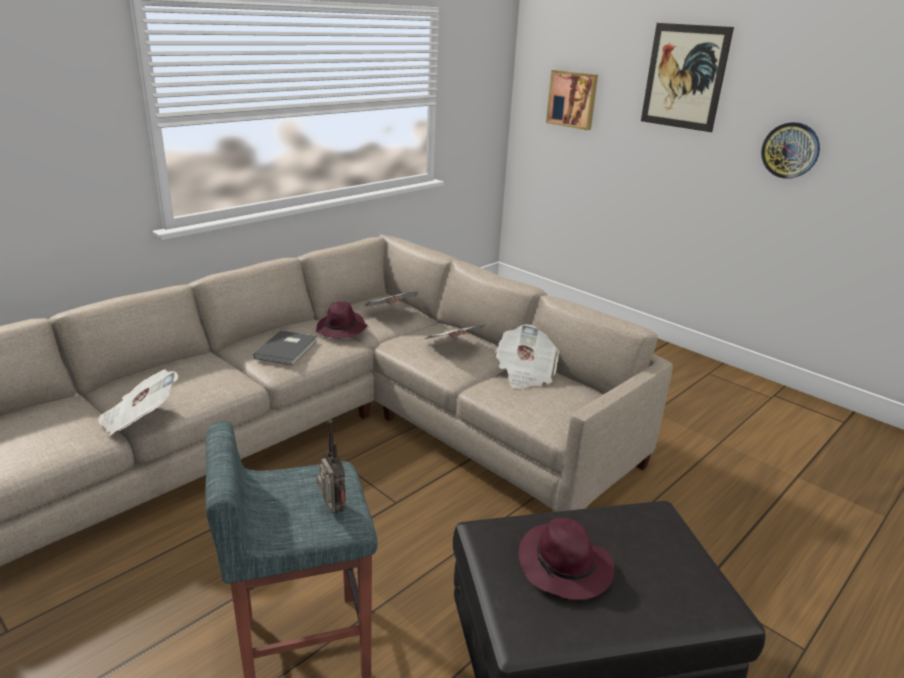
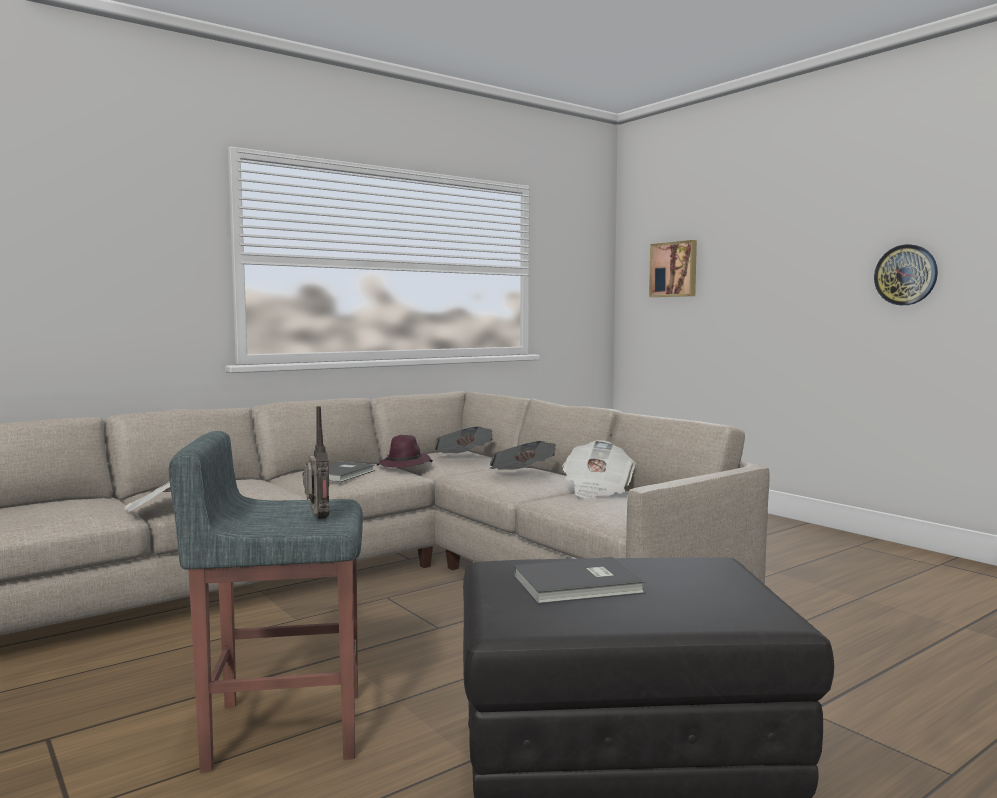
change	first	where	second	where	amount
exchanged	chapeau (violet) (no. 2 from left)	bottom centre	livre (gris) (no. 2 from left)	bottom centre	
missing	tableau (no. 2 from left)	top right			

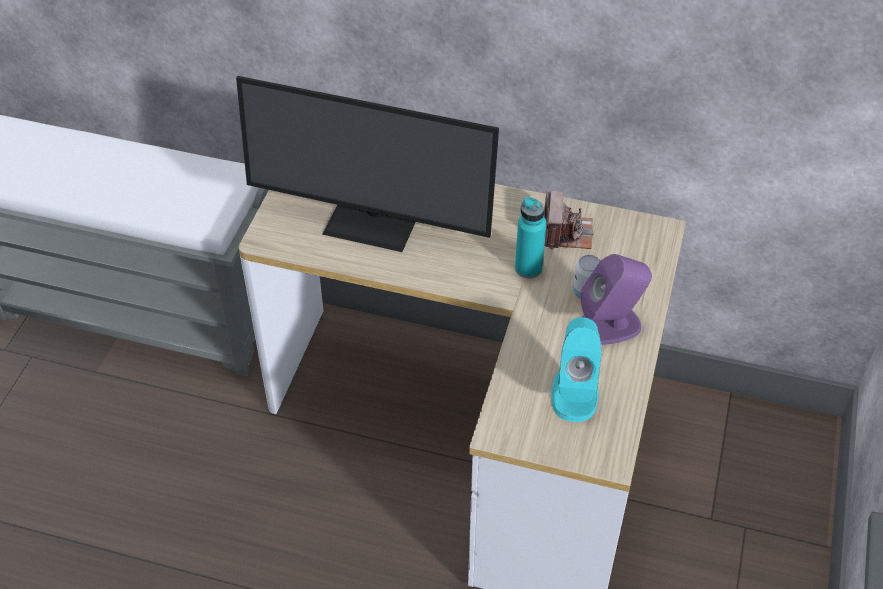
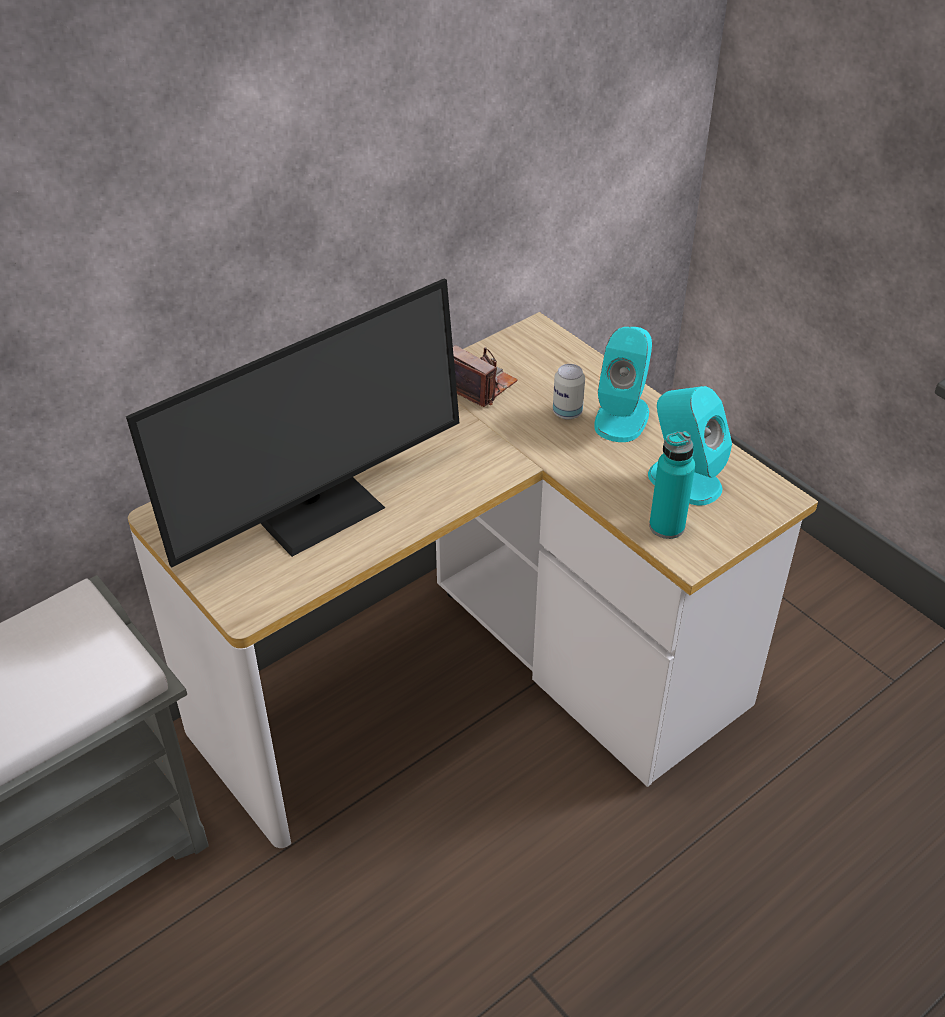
change	first	where	second	where	amount
colour	enceinte (violet)	middle right	enceinte (turquoise) (no. 1 from left)	centre	
relocated	bouteille (turquoise)	centre		middle right	

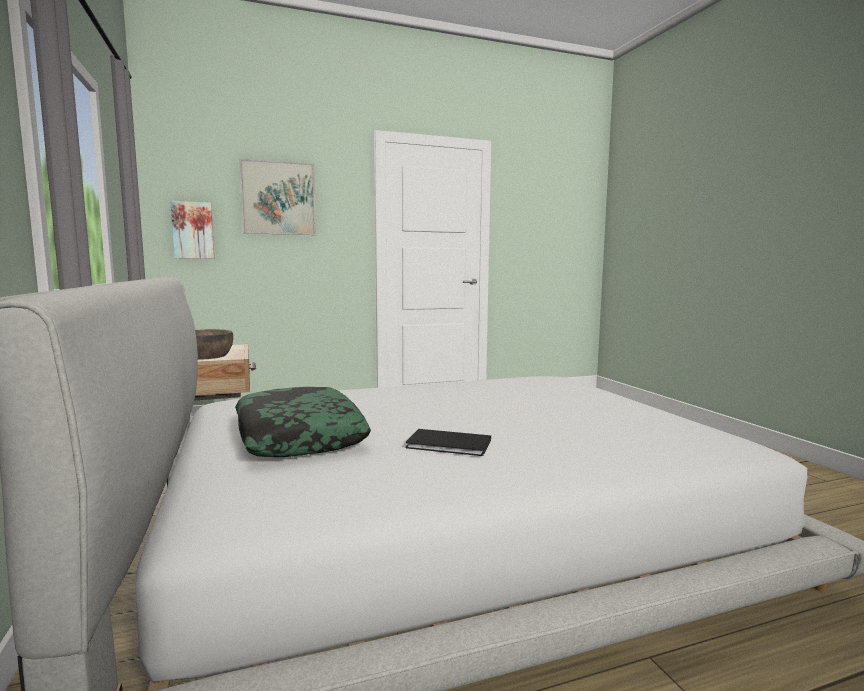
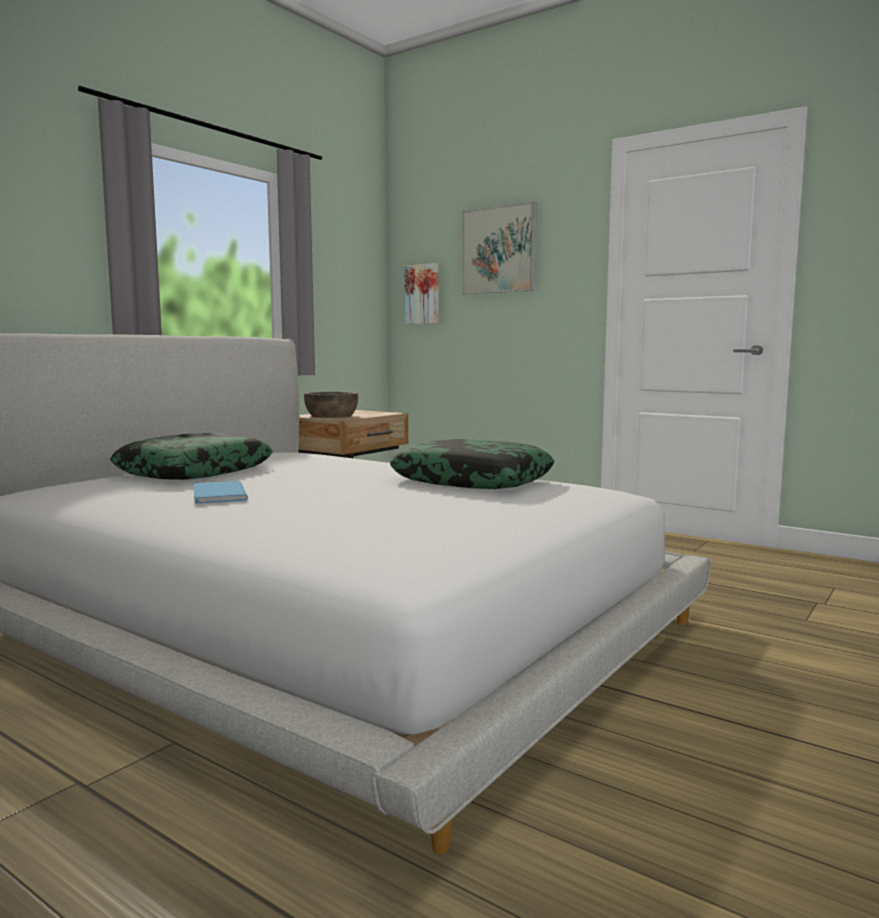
change	first	where	second	where	amount
colour	livre (noir)	centre	livre (bleu)	middle left	
appeared			coussin (no. 2 from left)	centre	

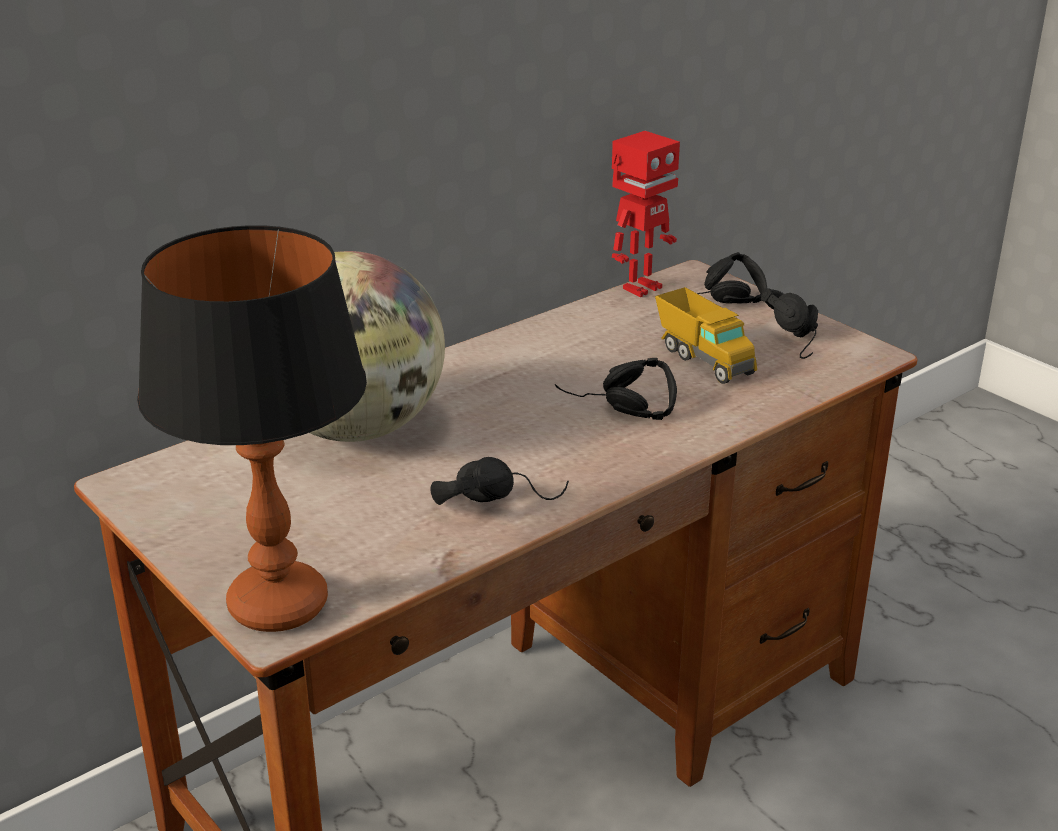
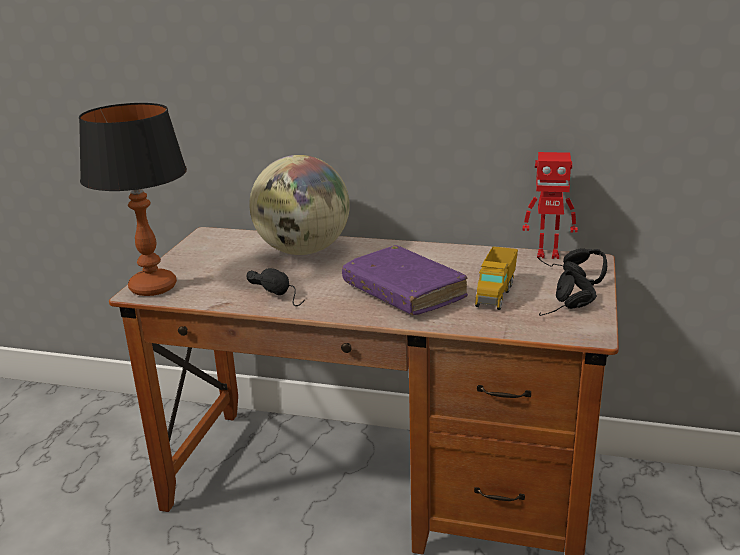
change	first	where	second	where	amount
exchanged	casque audio (noir) (no. 2 from left)	centre	livre (violet)	centre	

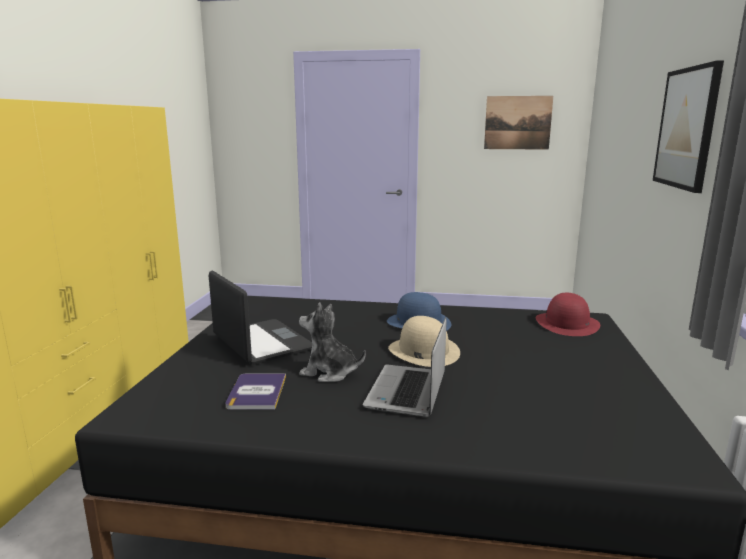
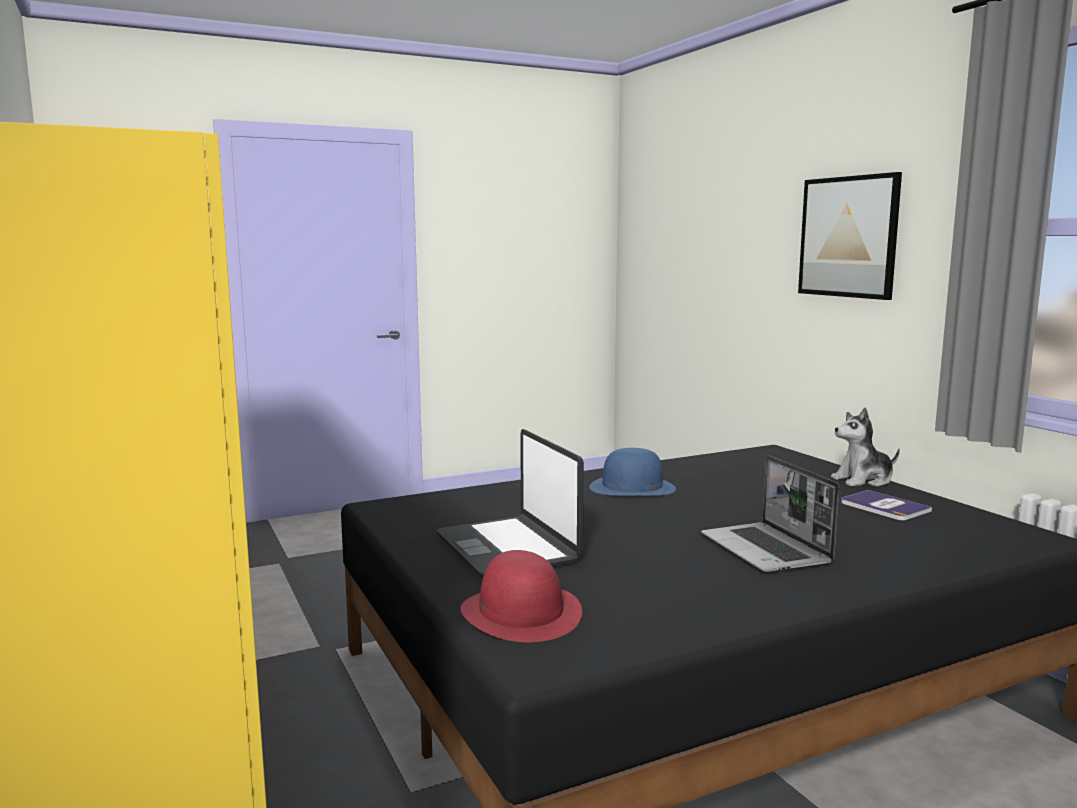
change	first	where	second	where	amount
spun	ordinateur portable (no. 1 from left)	centre		centre	135 degrees counterclockwise
relocated	chapeau (rouge)	middle right		bottom centre	
relocated	peluche	centre		middle right	
relocated	livre	bottom centre		middle right	
missing	chapeau (beige)	centre			
missing	tableau (no. 1 from left)	top right			

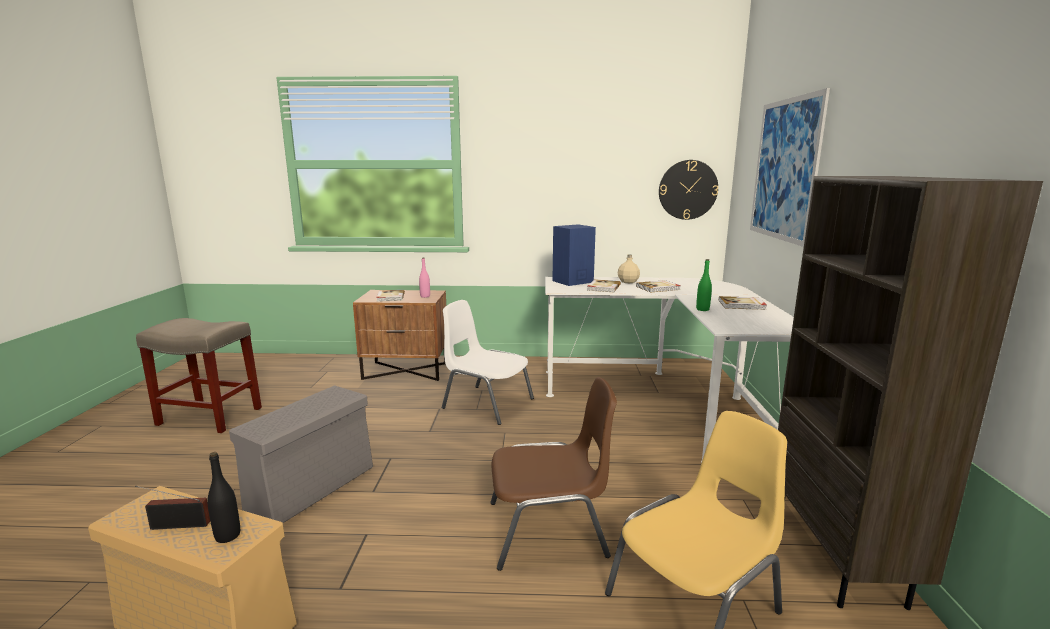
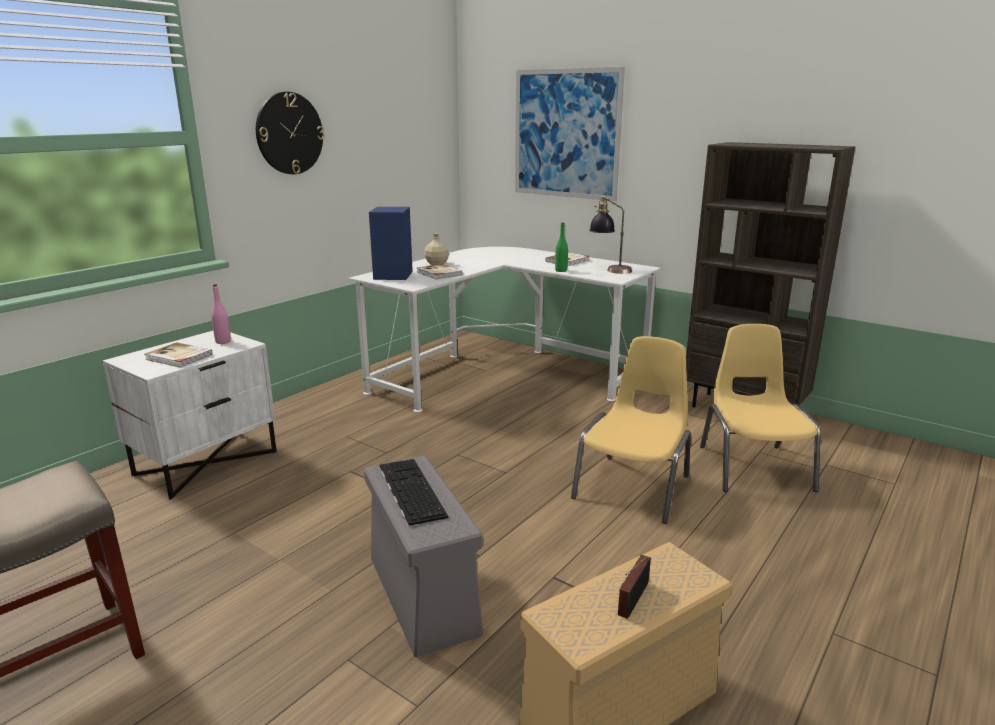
change	first	where	second	where	amount
colour	table de chevet (marron)	centre	table de chevet (blanc)	middle left	
relocated	horloge murale	top centre		top left	
appeared			clavier	bottom centre	
colour	chaise (marron)	bottom centre	chaise (jaune) (no. 1 from left)	centre	
appeared			lampe de table	top centre	
missing	bouteille (noir)	bottom left			
missing	chaise (blanc)	centre			
missing	livre (no. 3 from left)	centre			

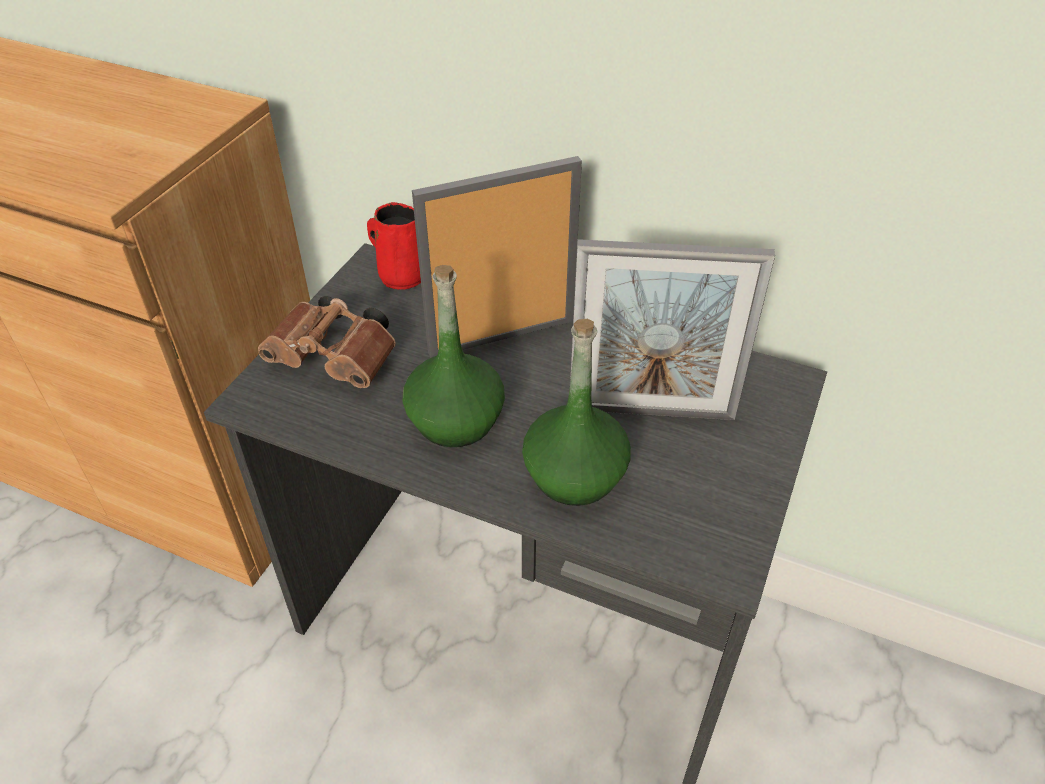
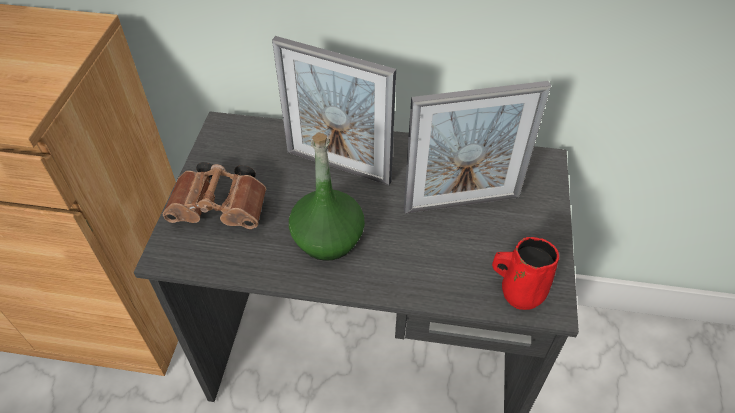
change	first	where	second	where	amount
spun	cadre photo (no. 1 from left)	top centre		top centre	120 degrees counterclockwise
relocated	mug (rouge)	top centre		middle right	
missing	bouteille (vert) (no. 2 from left)	centre			

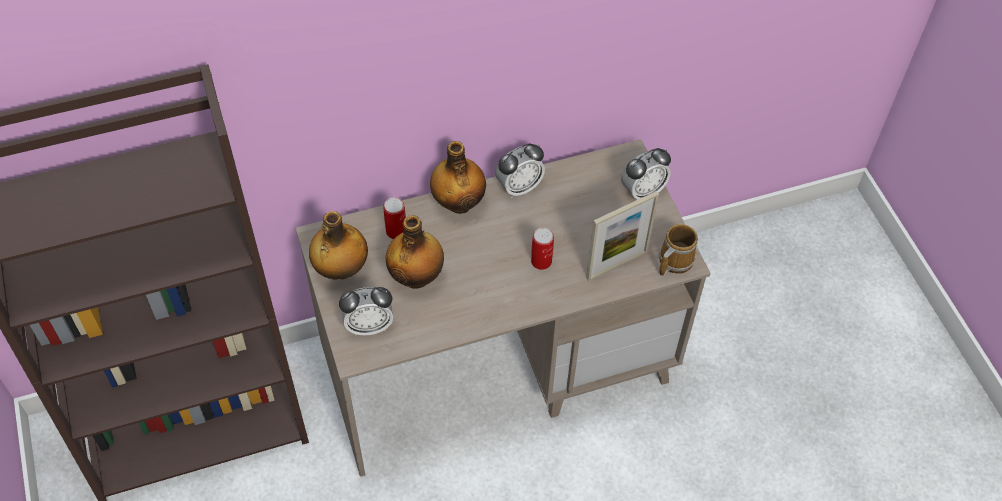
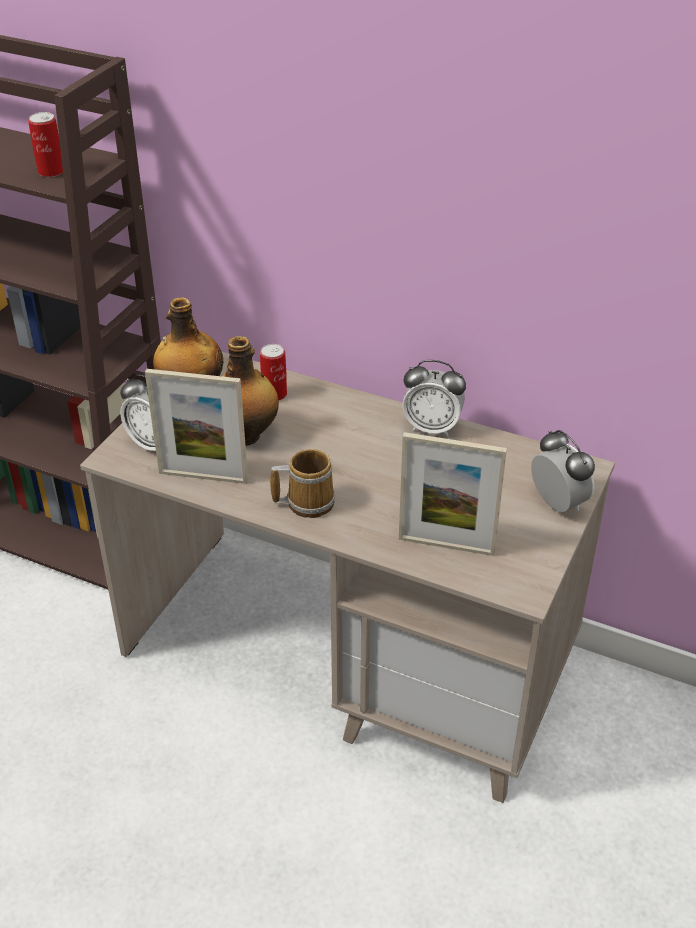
change	first	where	second	where	amount
relocated	boîte métallique (no. 2 from left in the first image)	centre	boîte métallique (no. 1 from left)	top left	
appeared			cadre photo (no. 1 from left)	middle left	
relocated	mug	middle right		centre	
spun	réveil (no. 3 from left)	centre		middle right	135 degrees counterclockwise
missing	bouteille (no. 3 from left)	centre			

